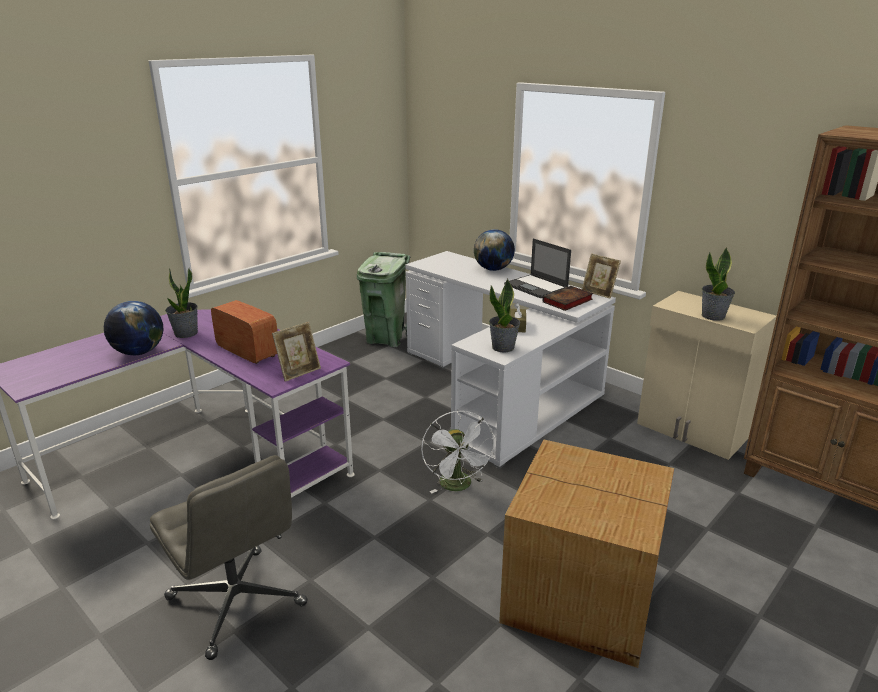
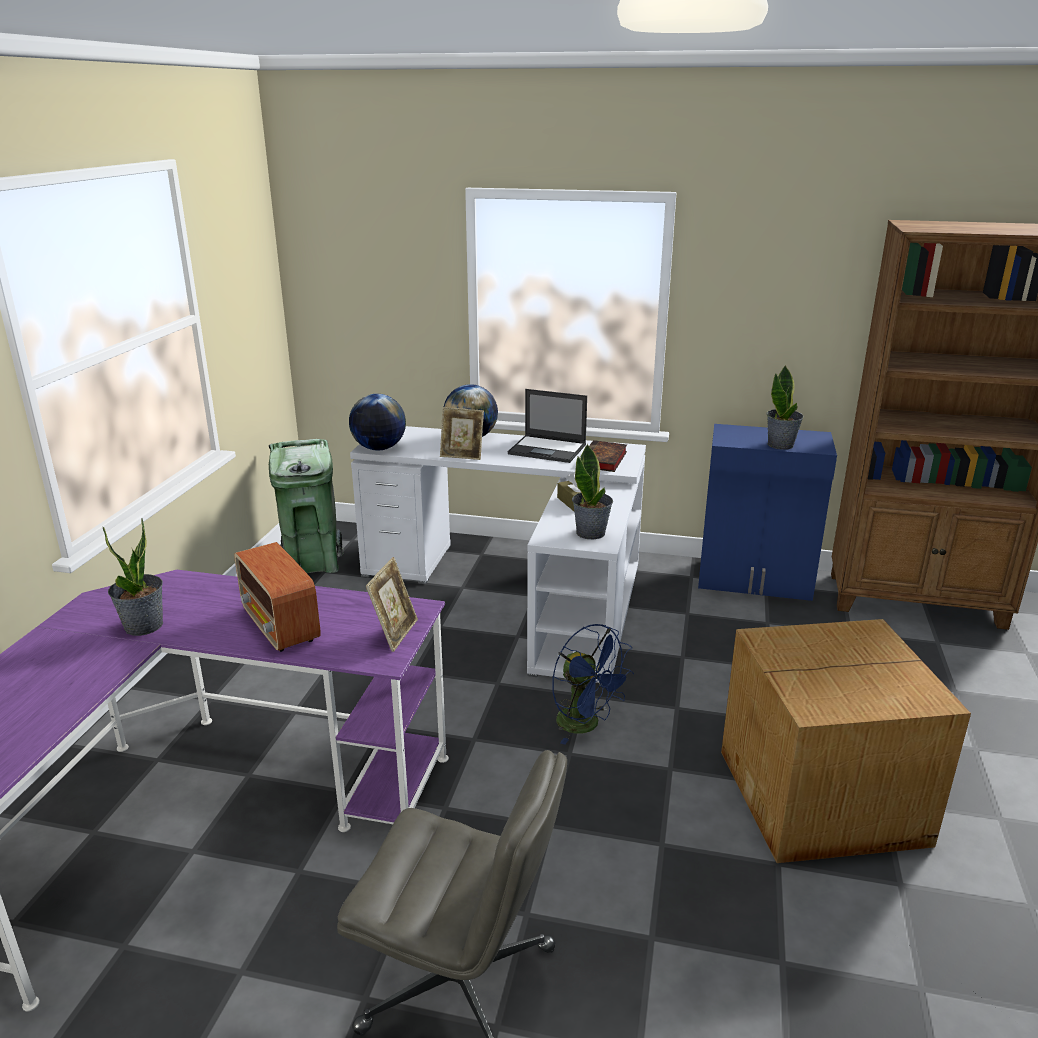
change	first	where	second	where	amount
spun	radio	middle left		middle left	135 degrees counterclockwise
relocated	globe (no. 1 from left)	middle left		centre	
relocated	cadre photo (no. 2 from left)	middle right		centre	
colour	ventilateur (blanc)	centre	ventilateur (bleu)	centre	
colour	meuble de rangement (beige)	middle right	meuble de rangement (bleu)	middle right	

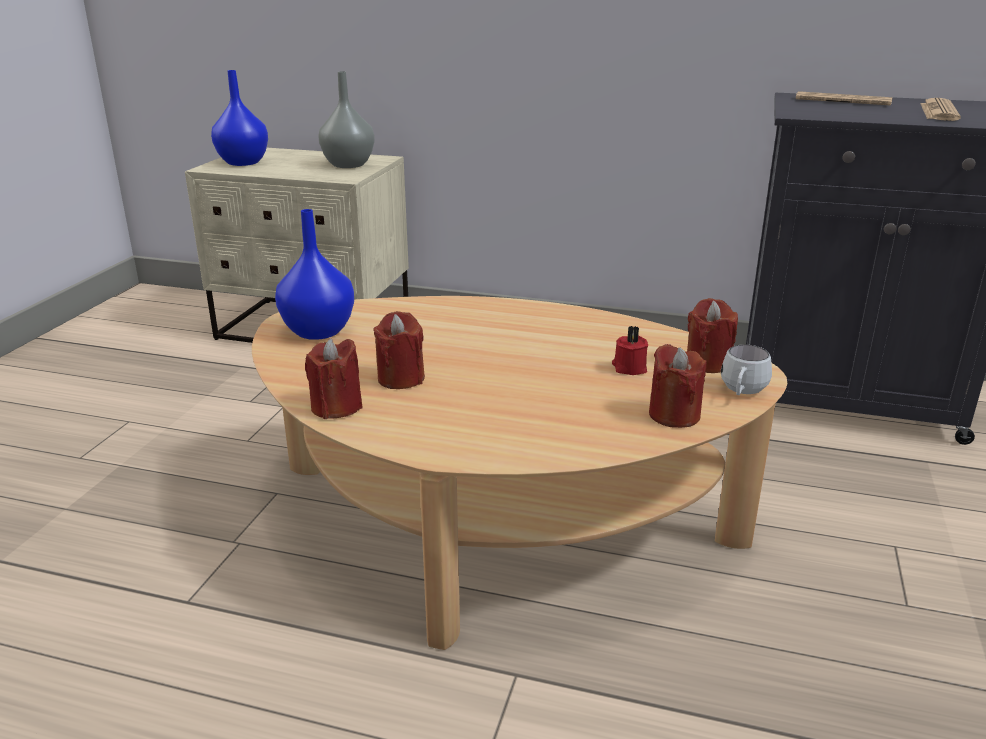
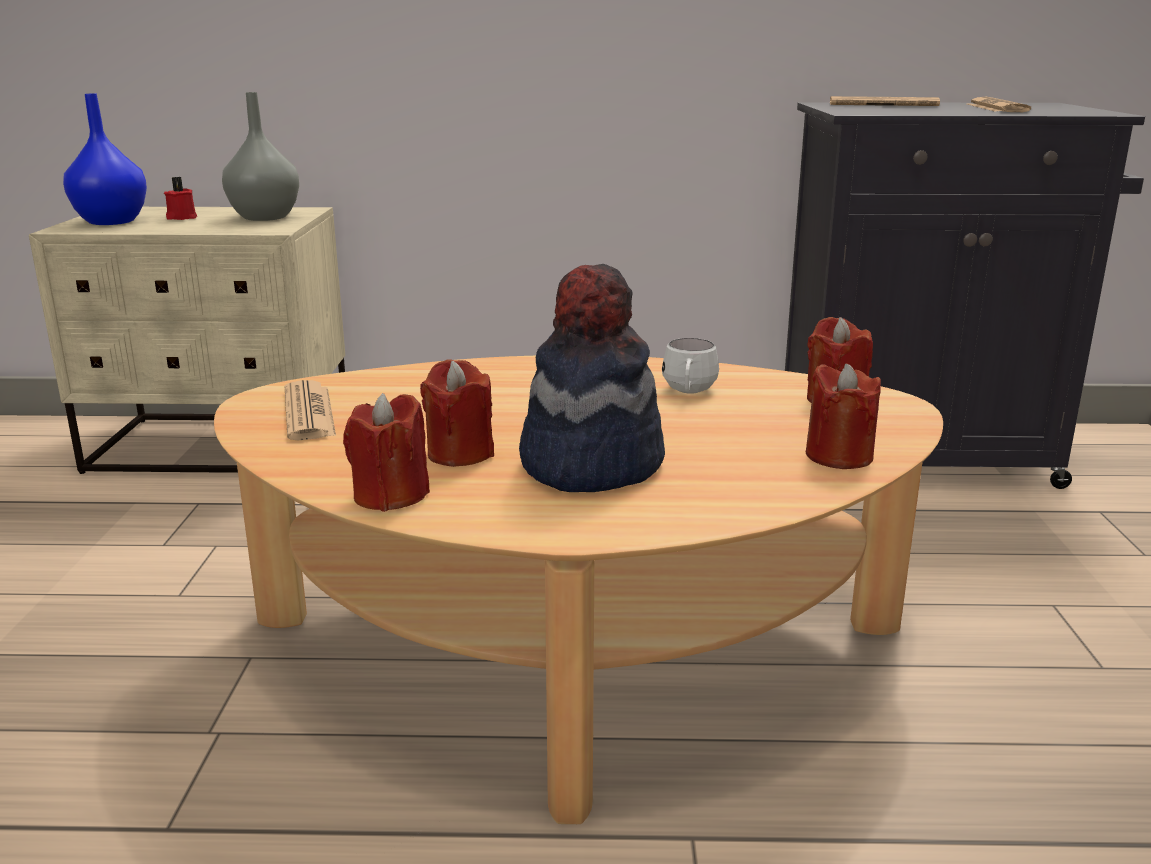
change	first	where	second	where	amount
relocated	bougie (rouge) (no. 3 from left in the first image)	centre	bougie (rouge) (no. 1 from left)	top left	
exchanged	vase (bleu) (no. 2 from left)	middle left	journal (no. 1 from left)	middle left	
appeared			chapeau	centre	
relocated	mug (blanc)	middle right		centre	

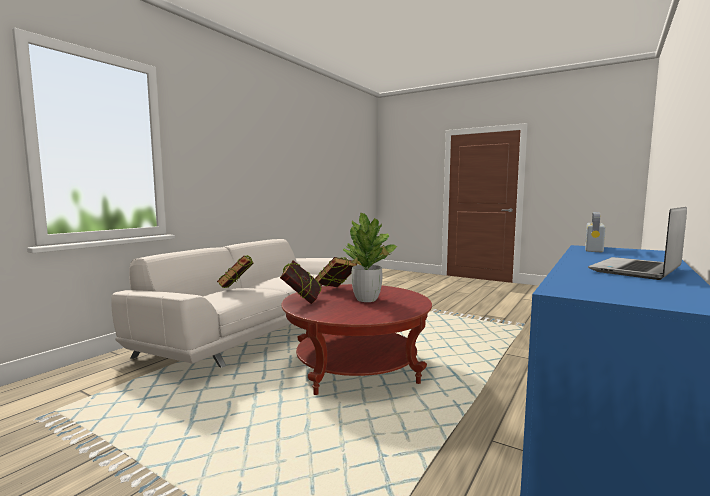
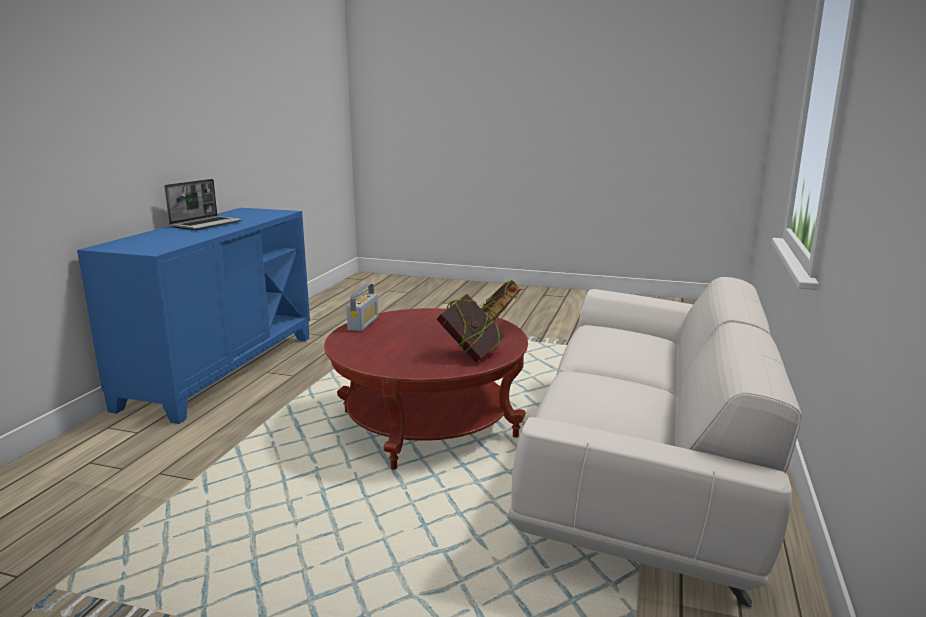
change	first	where	second	where	amount
relocated	radio	middle right		centre	
missing	livre (no. 1 from left)	middle left			
missing	plante en pot	centre			

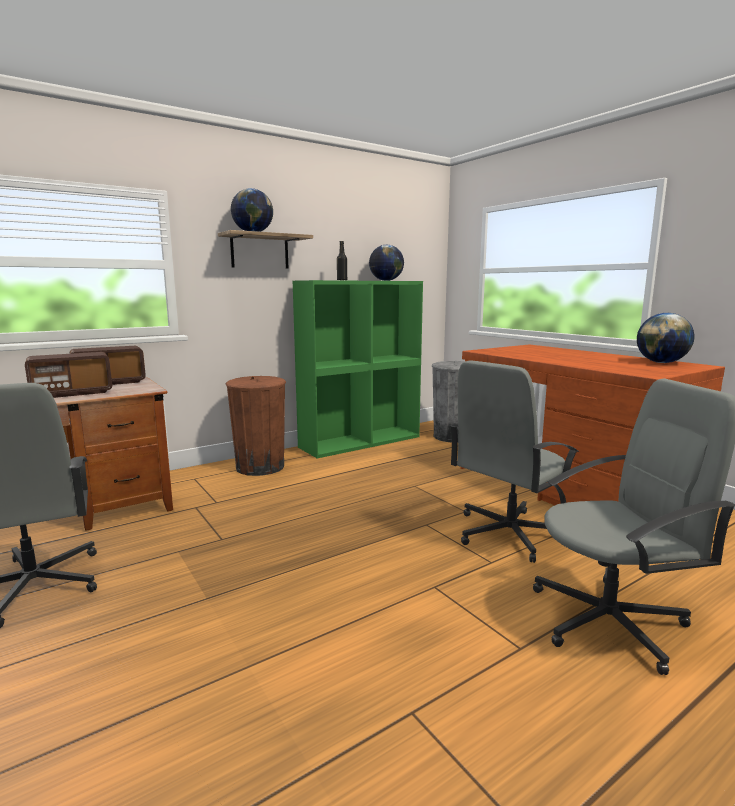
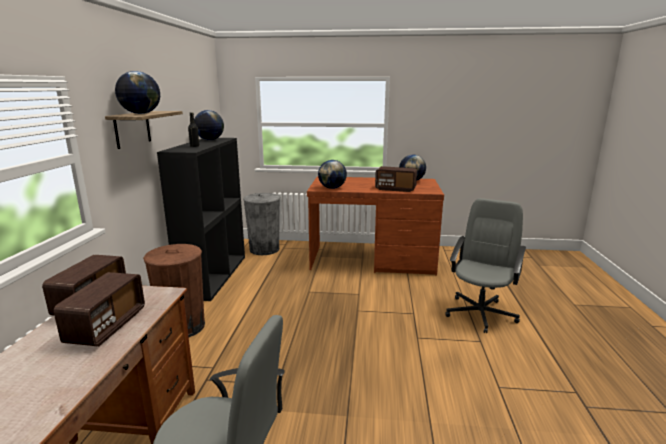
change	first	where	second	where	amount
colour	bibliothèque (vert)	centre	bibliothèque (noir)	middle left	
appeared			globe (no. 3 from left)	centre	
appeared			radio (no. 3 from left)	centre	
missing	chaise de bureau (gris) (no. 2 from left)	middle right			

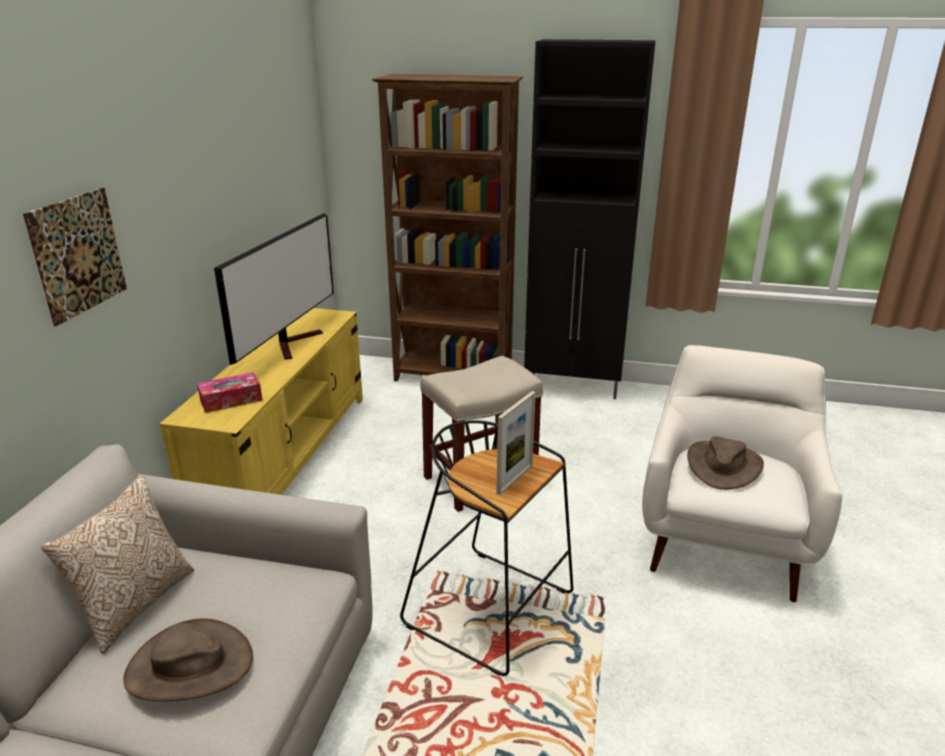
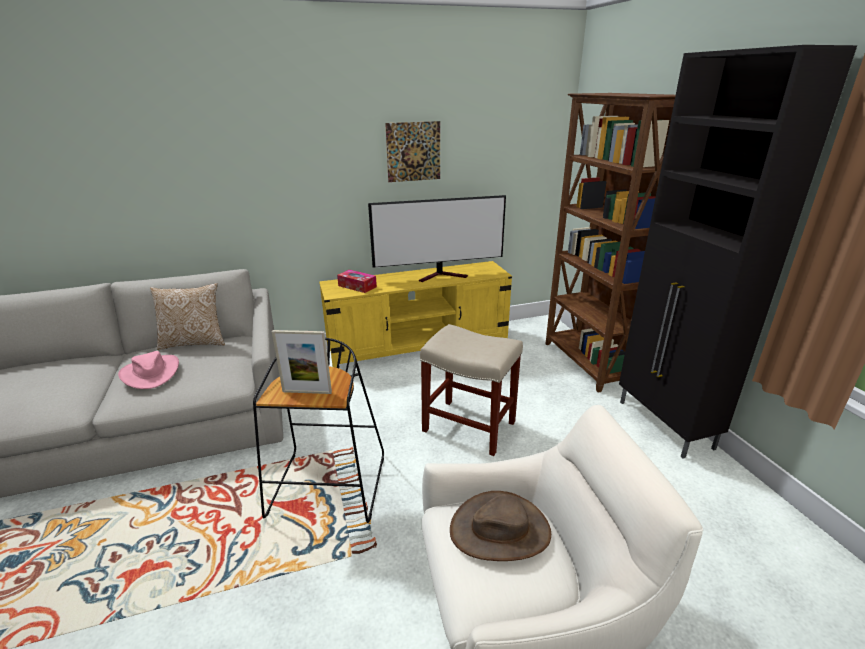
change	first	where	second	where	amount
colour	chapeau (marron) (no. 1 from left)	bottom left	chapeau (rose)	middle left	
relocated	tableau	middle left		top centre	

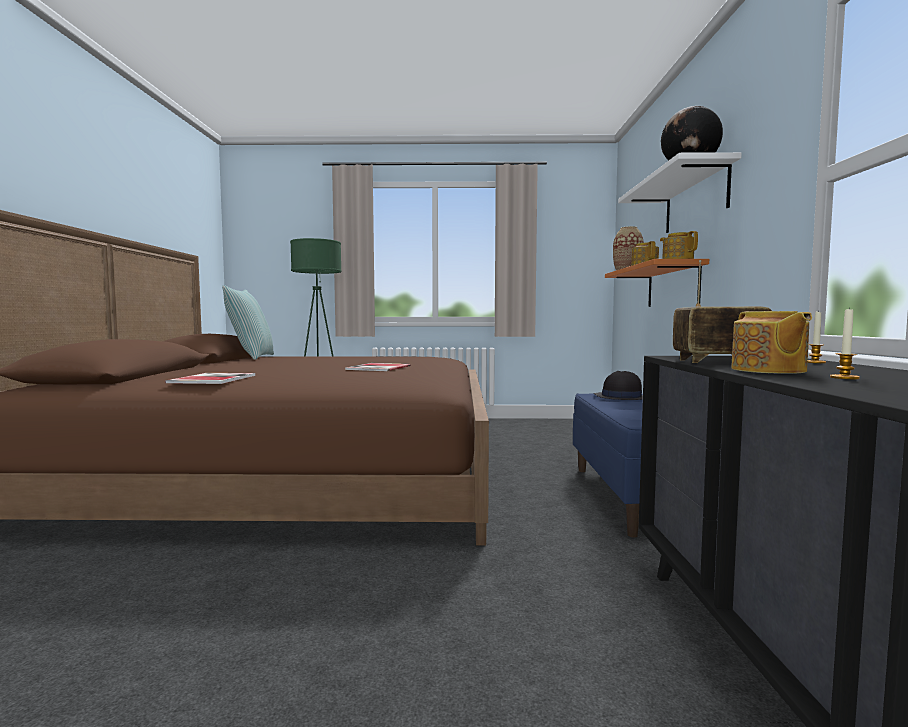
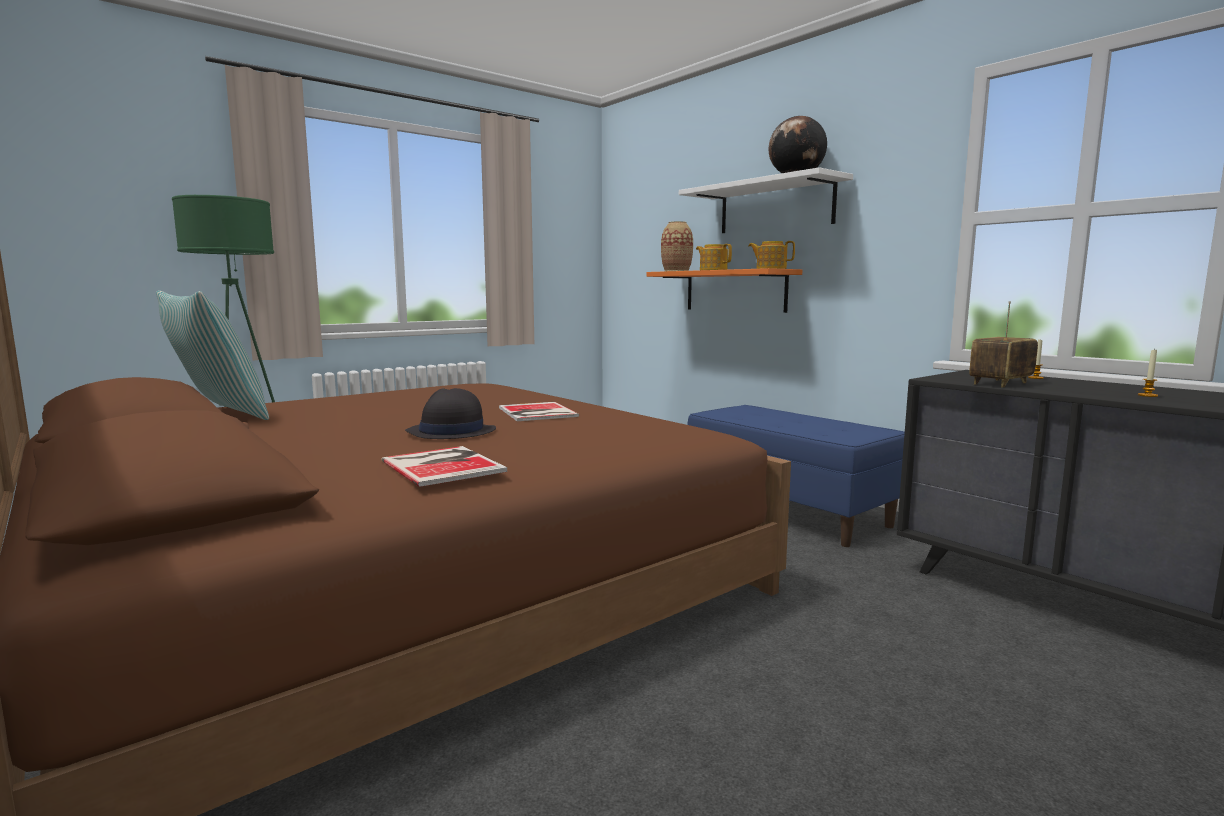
change	first	where	second	where	amount
relocated	chapeau (noir)	middle right		centre	
missing	théière (no. 3 from left)	middle right			

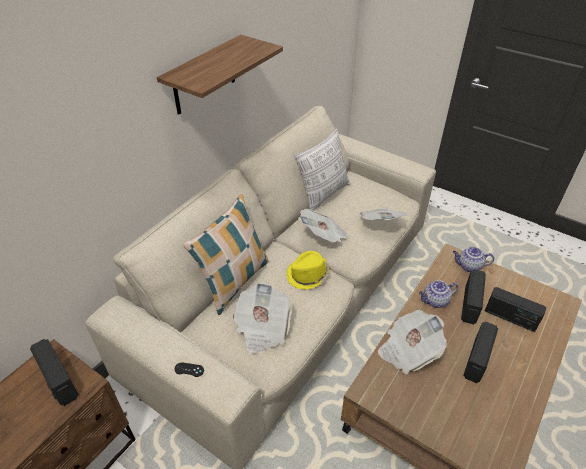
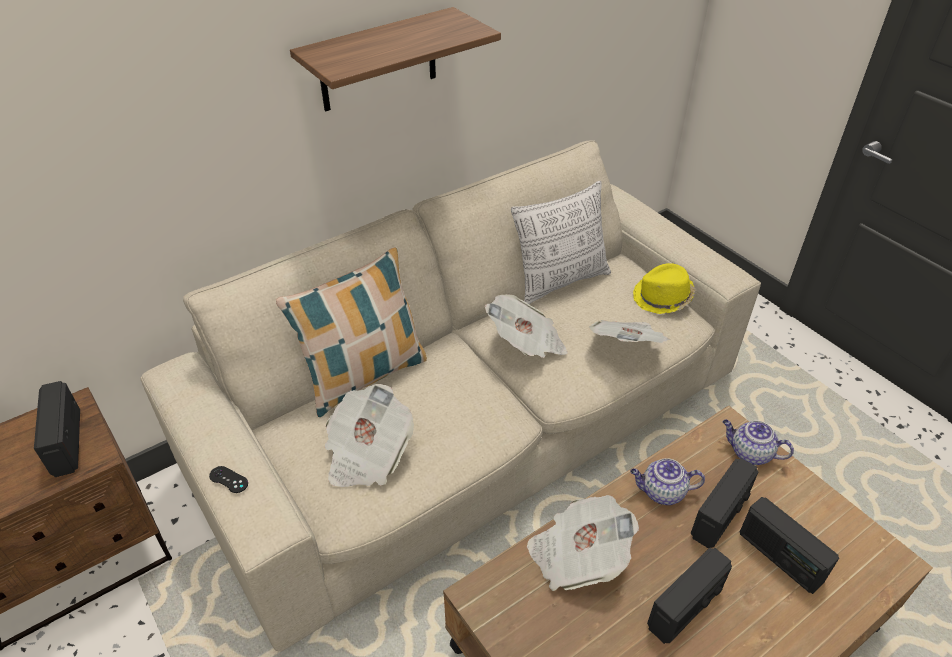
change	first	where	second	where	amount
relocated	chapeau (jaune)	centre		middle right	

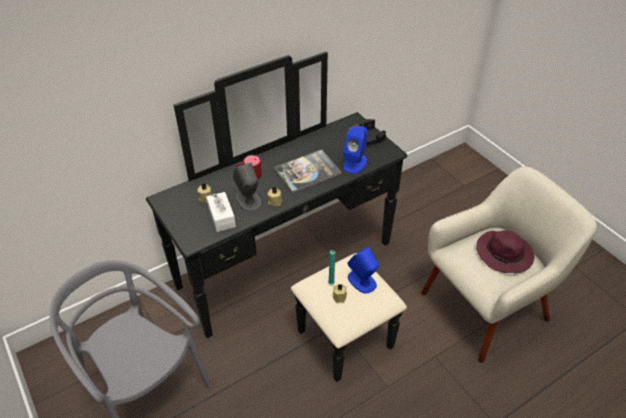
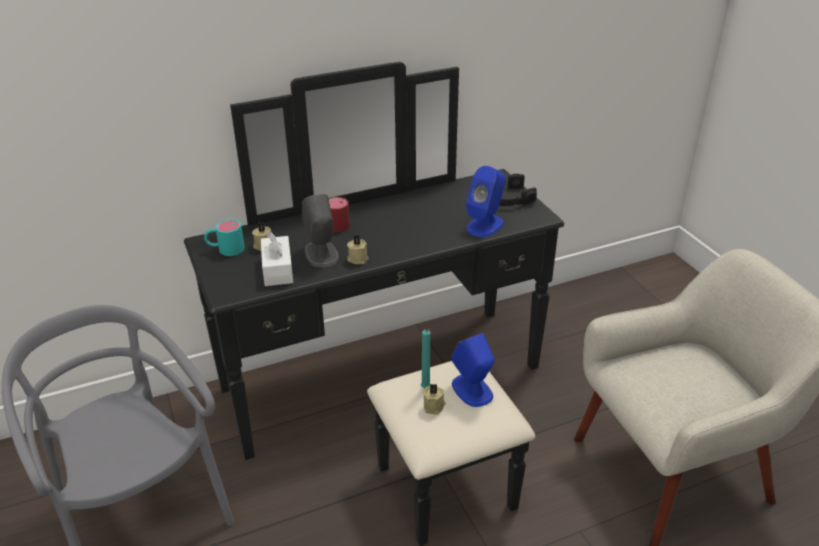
change	first	where	second	where	amount
appeared			mug (turquoise)	middle left	
missing	livre	centre			
missing	chapeau (violet)	middle right			

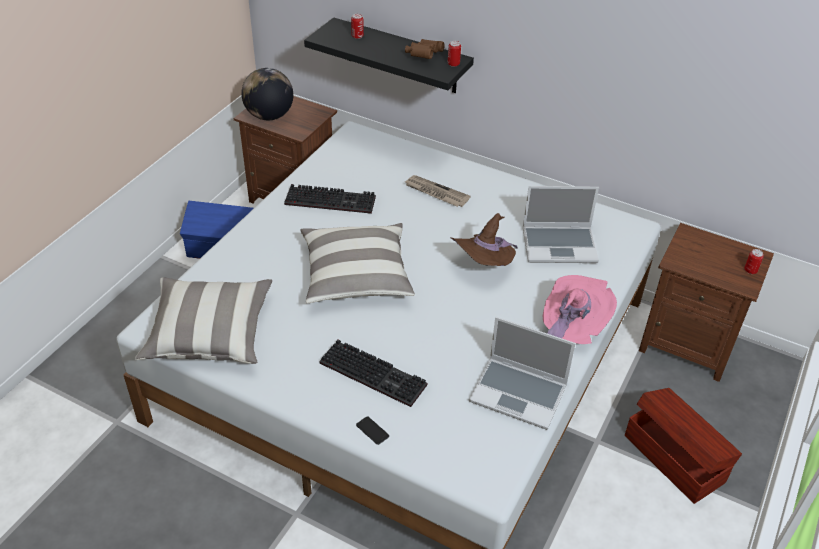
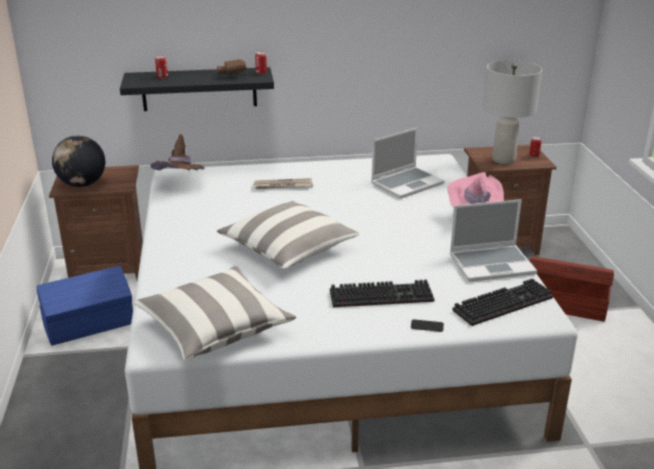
change	first	where	second	where	amount
relocated	chapeau (marron)	centre		top left	
relocated	clavier (no. 1 from left in the first image)	centre	clavier (no. 2 from left)	middle right	
appeared			lampe de table (gris)	top right	

